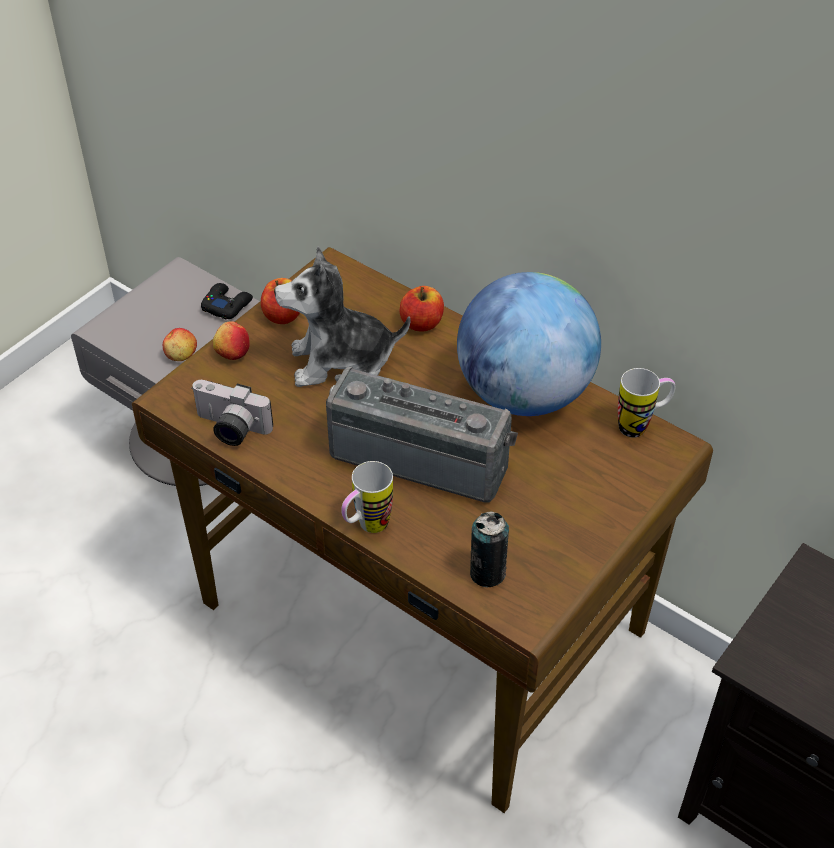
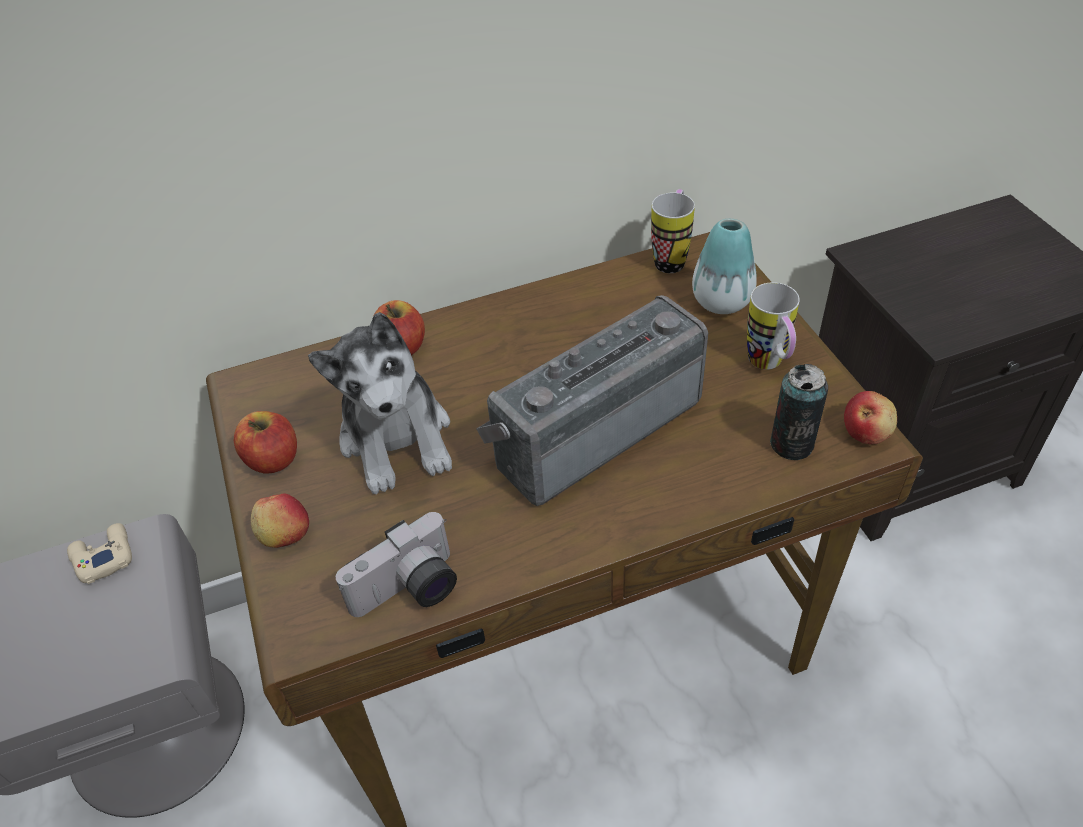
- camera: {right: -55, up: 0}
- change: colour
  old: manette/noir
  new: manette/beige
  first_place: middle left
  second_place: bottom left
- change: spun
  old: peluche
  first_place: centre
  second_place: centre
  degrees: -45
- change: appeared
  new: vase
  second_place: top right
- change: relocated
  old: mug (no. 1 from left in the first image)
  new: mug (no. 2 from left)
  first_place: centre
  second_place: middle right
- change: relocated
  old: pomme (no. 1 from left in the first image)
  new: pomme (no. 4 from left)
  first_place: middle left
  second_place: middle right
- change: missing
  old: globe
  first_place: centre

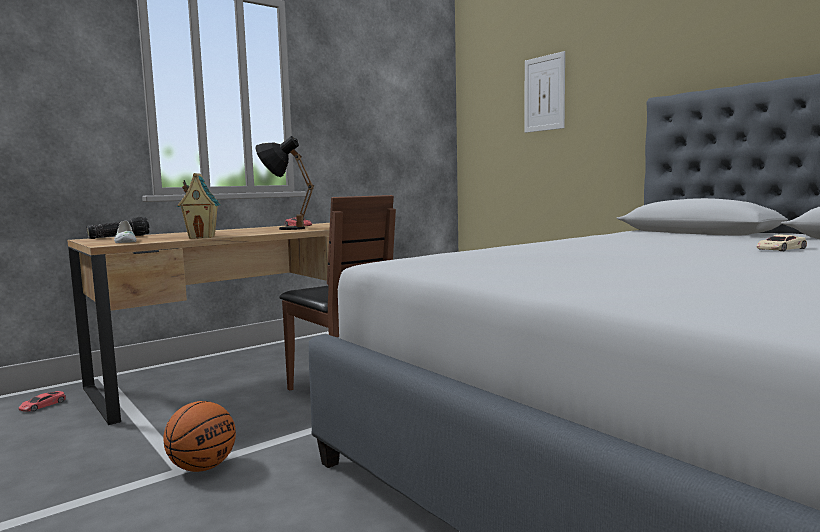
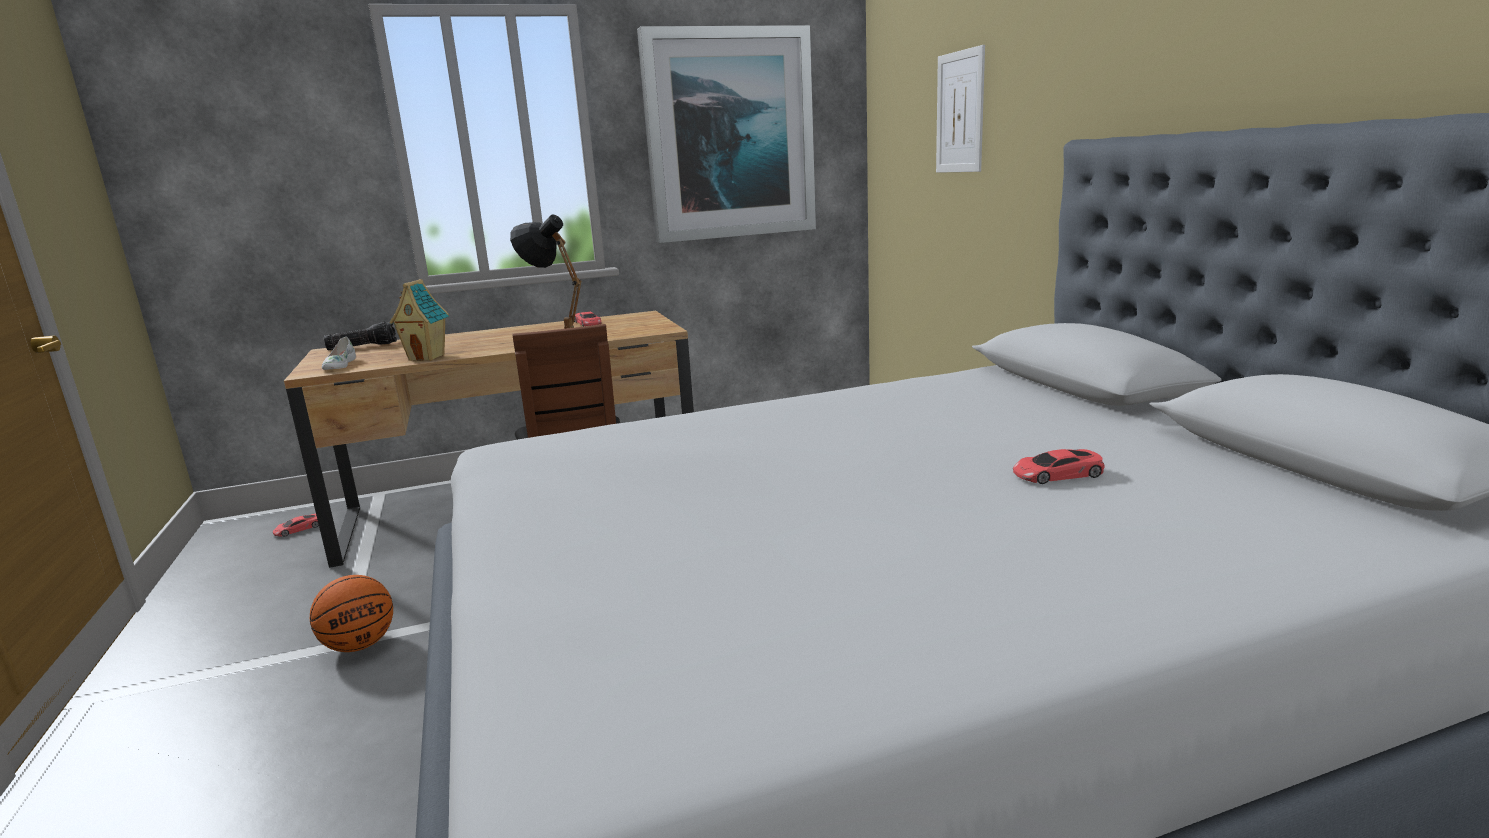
- camera: {right: 20, up: 10}
- change: appeared
  new: tableau (no. 1 from left)
  second_place: top centre
- change: colour
  old: petite voiture/beige
  new: petite voiture/rouge (no. 3 from left)
  first_place: middle right
  second_place: middle right

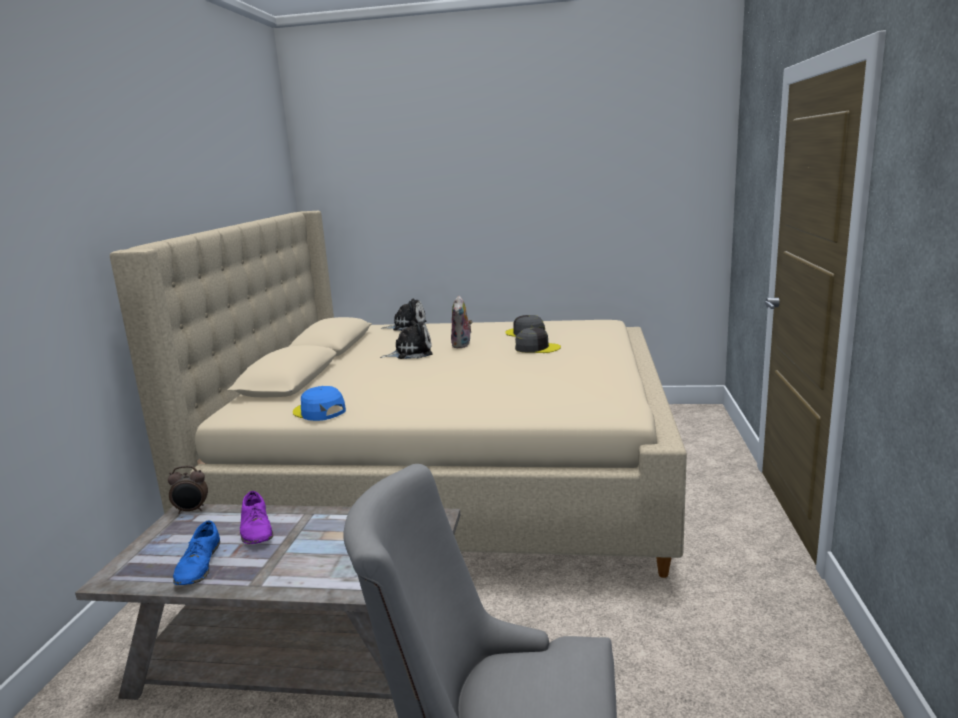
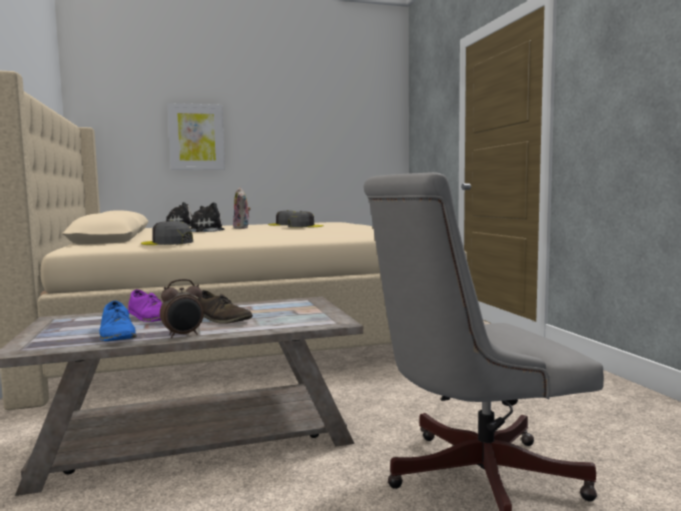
- camera: {right: -25, up: -10}
- change: colour
  old: casquette/bleu
  new: casquette/gris (no. 1 from left)
  first_place: middle left
  second_place: middle left
- change: relocated
  old: réveil
  first_place: bottom left
  second_place: middle left
- change: appeared
  new: tableau
  second_place: top left
- change: appeared
  new: chaussure/marron
  second_place: middle left

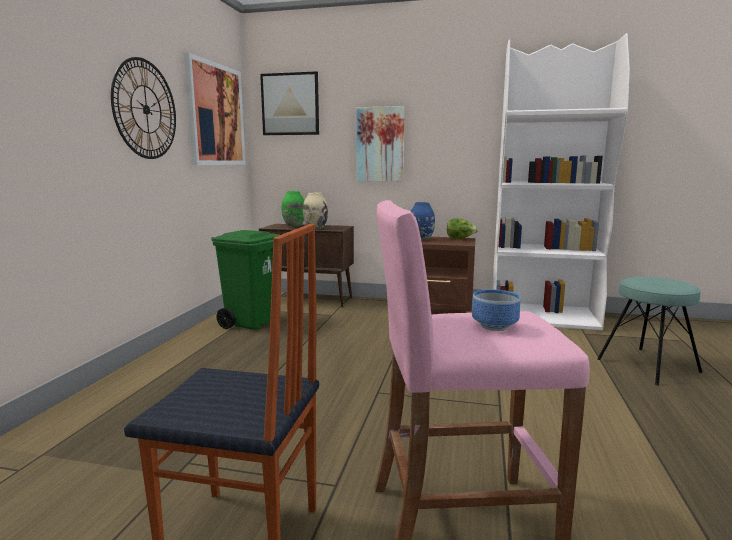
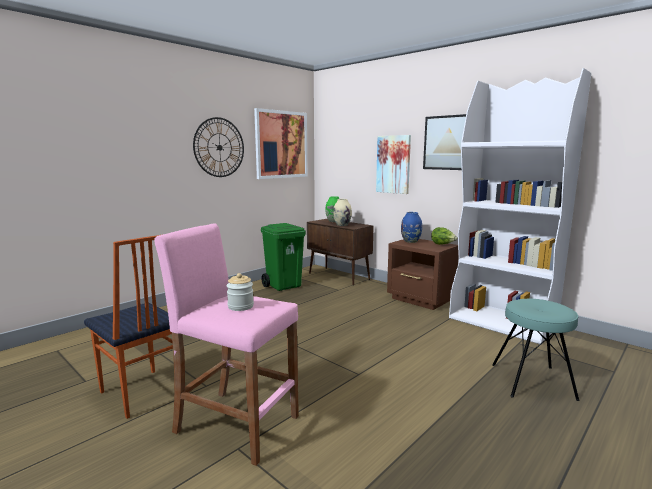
- camera: {right: 30, up: 0}
- change: exchanged
  old: bol
  new: bocal
  first_place: middle right
  second_place: centre
- change: relocated
  old: tableau (no. 2 from left in the first image)
  new: tableau (no. 3 from left)
  first_place: top centre
  second_place: top right

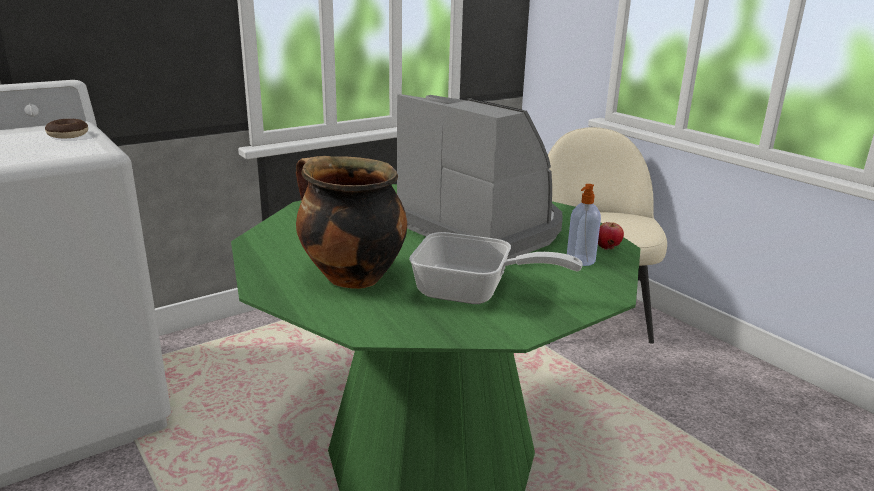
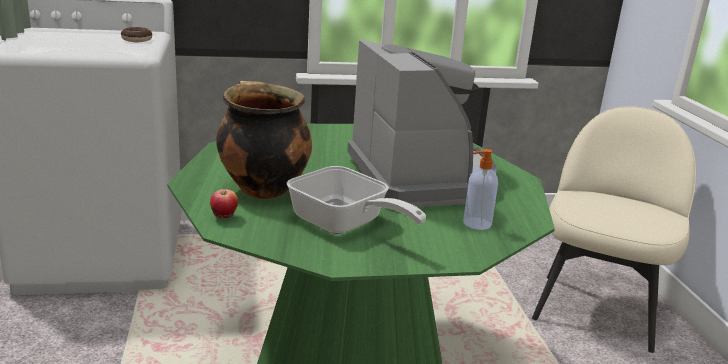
- camera: {right: 25, up: 0}
- change: relocated
  old: pomme
  first_place: middle right
  second_place: middle left

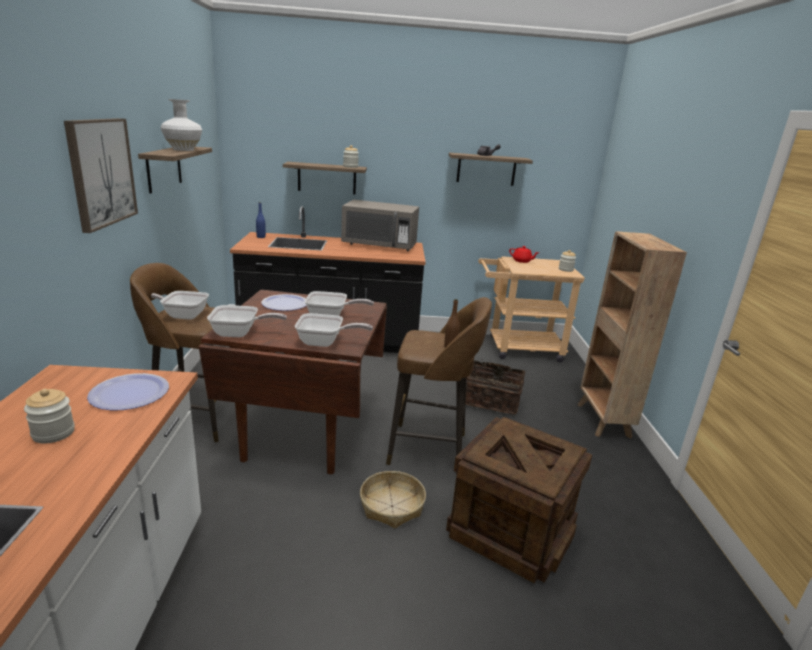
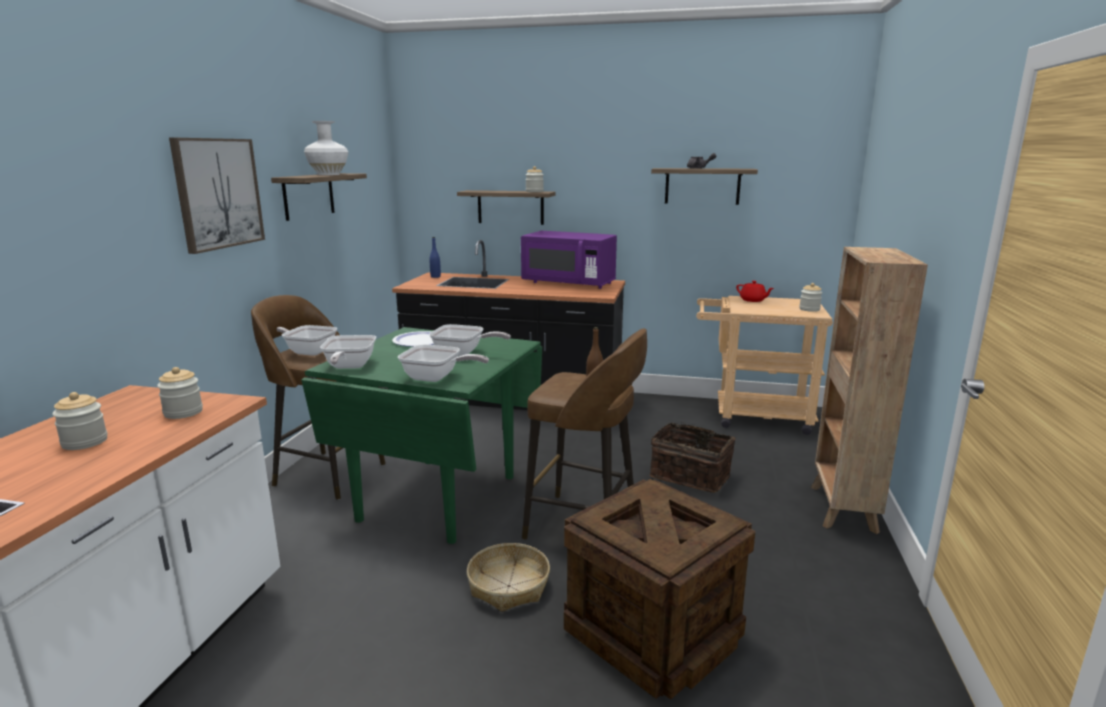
- camera: {right: 15, up: -5}
- change: exchanged
  old: assiette (no. 1 from left)
  new: bocal (no. 2 from left)
  first_place: middle left
  second_place: middle left
- change: colour
  old: table à manger/marron
  new: table à manger/vert
  first_place: centre
  second_place: centre
- change: spun
  old: poêle (no. 2 from left)
  first_place: middle left
  second_place: middle left
  degrees: 75
- change: colour
  old: micro-ondes/gris
  new: micro-ondes/violet
  first_place: centre
  second_place: centre

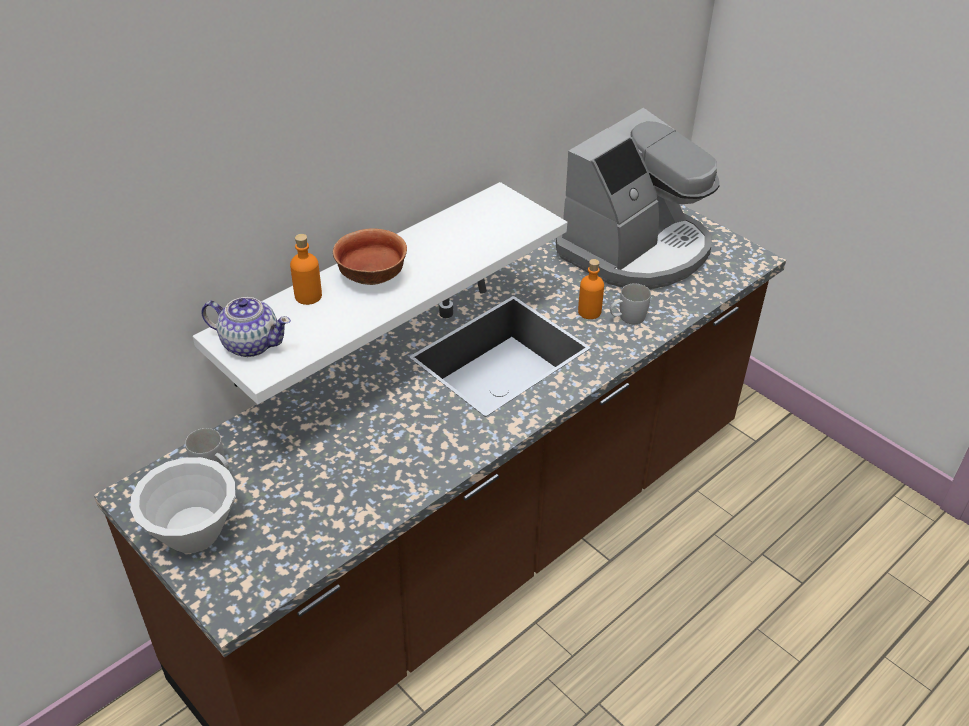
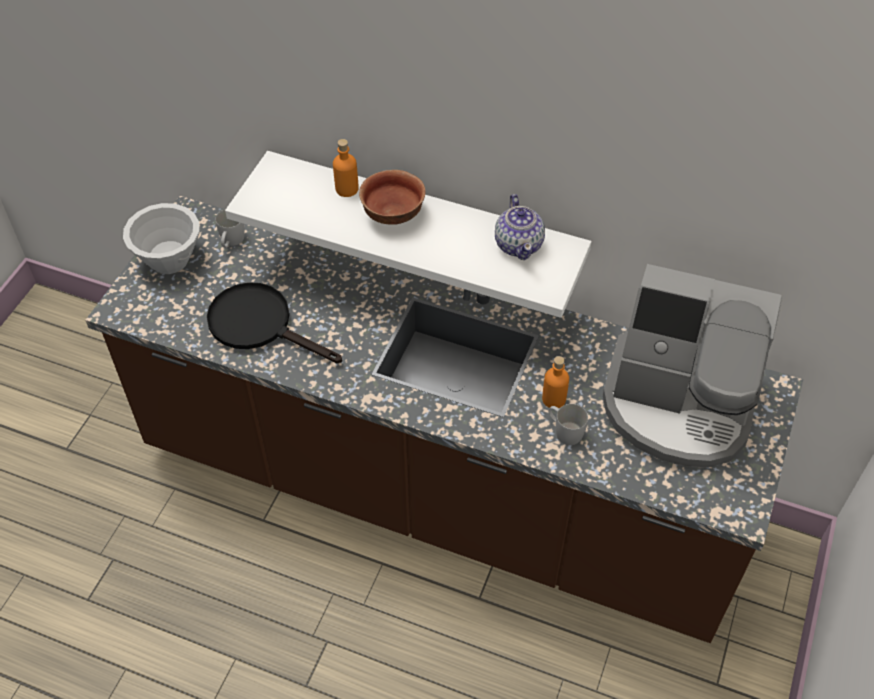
- camera: {right: 65, up: 10}
- change: appeared
  new: poêle/noir
  second_place: middle left
- change: relocated
  old: théière
  first_place: middle left
  second_place: top centre

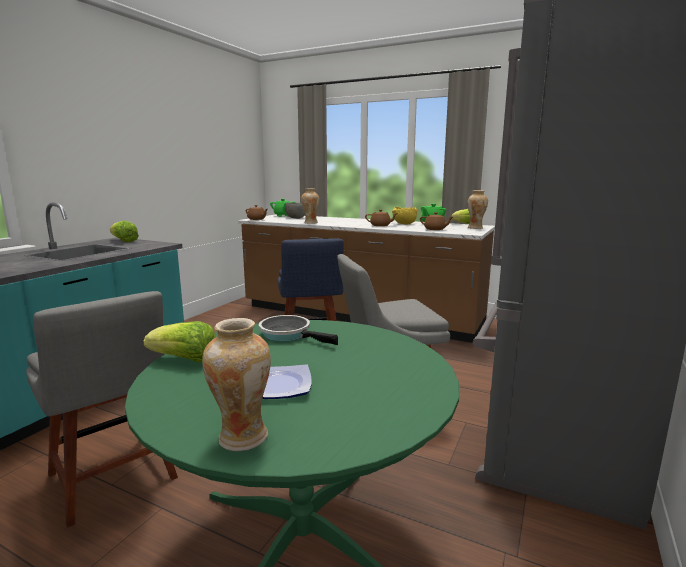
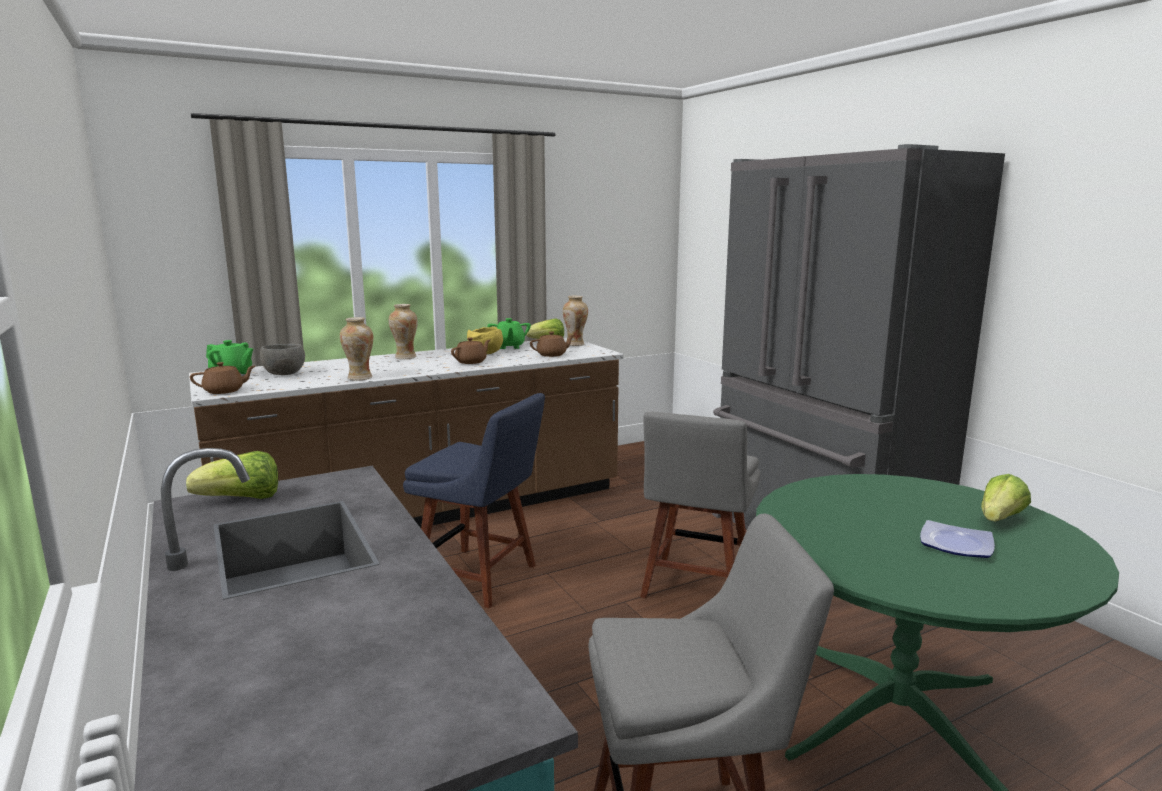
- camera: {right: -55, up: 0}
- change: relocated
  old: vase (no. 1 from left in the first image)
  new: vase (no. 2 from left)
  first_place: bottom centre
  second_place: centre
- change: relocated
  old: laitue (no. 2 from left in the first image)
  new: laitue (no. 3 from left)
  first_place: middle left
  second_place: middle right
- change: missing
  old: poêle
  first_place: centre

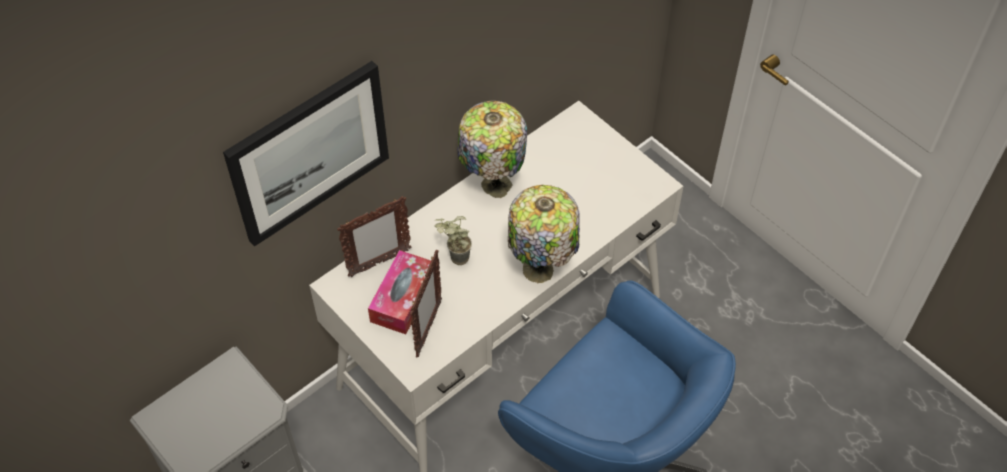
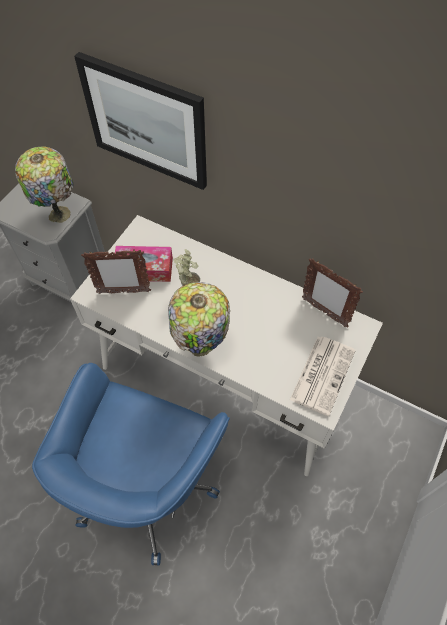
- camera: {right: 70, up: 5}
- change: relocated
  old: lampe de table (no. 1 from left)
  first_place: top centre
  second_place: top left
- change: appeared
  new: journal
  second_place: middle right
- change: relocated
  old: cadre photo (no. 1 from left in the first image)
  new: cadre photo (no. 2 from left)
  first_place: centre
  second_place: middle right

